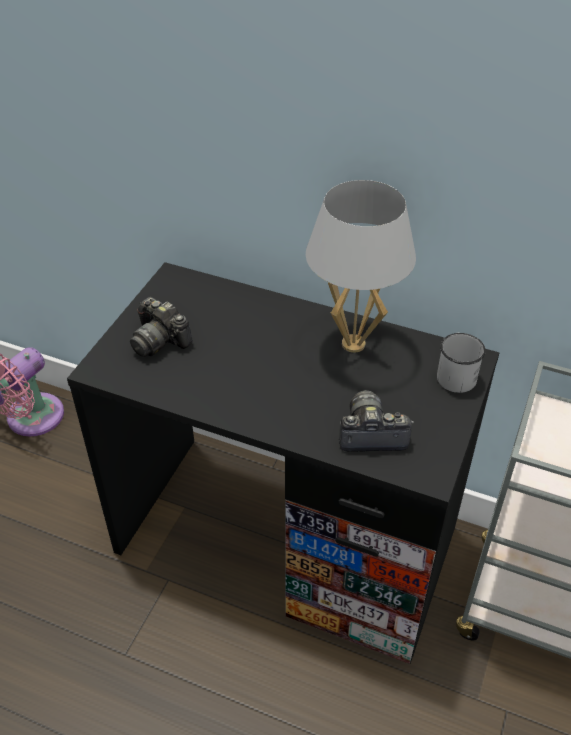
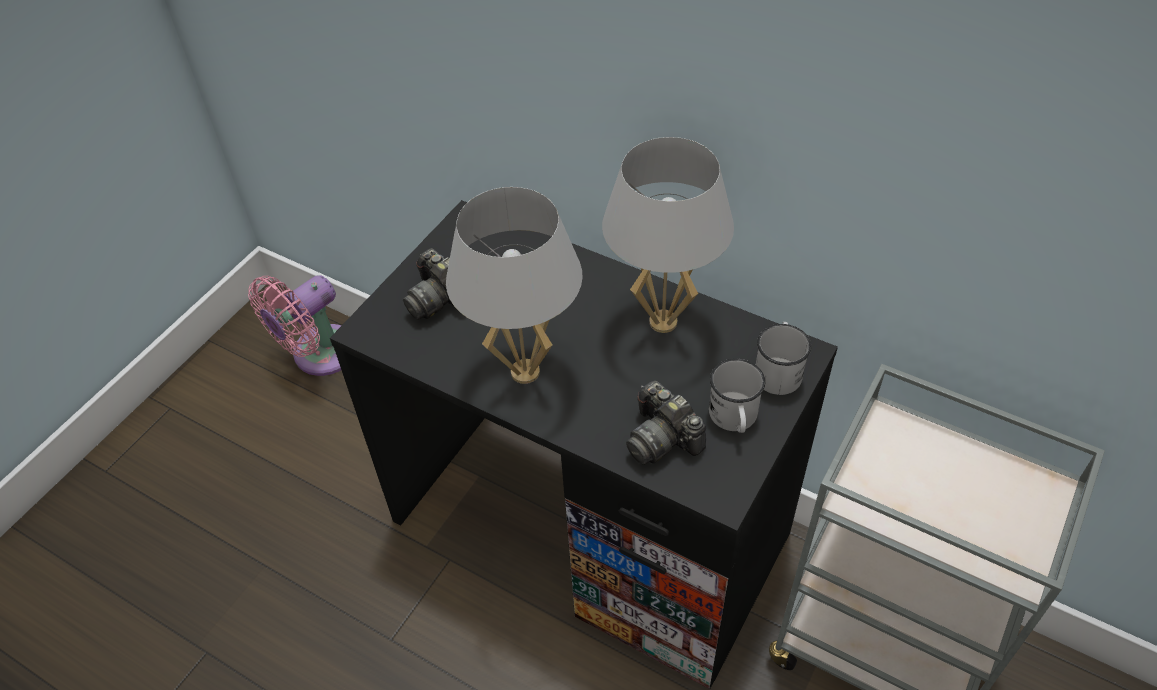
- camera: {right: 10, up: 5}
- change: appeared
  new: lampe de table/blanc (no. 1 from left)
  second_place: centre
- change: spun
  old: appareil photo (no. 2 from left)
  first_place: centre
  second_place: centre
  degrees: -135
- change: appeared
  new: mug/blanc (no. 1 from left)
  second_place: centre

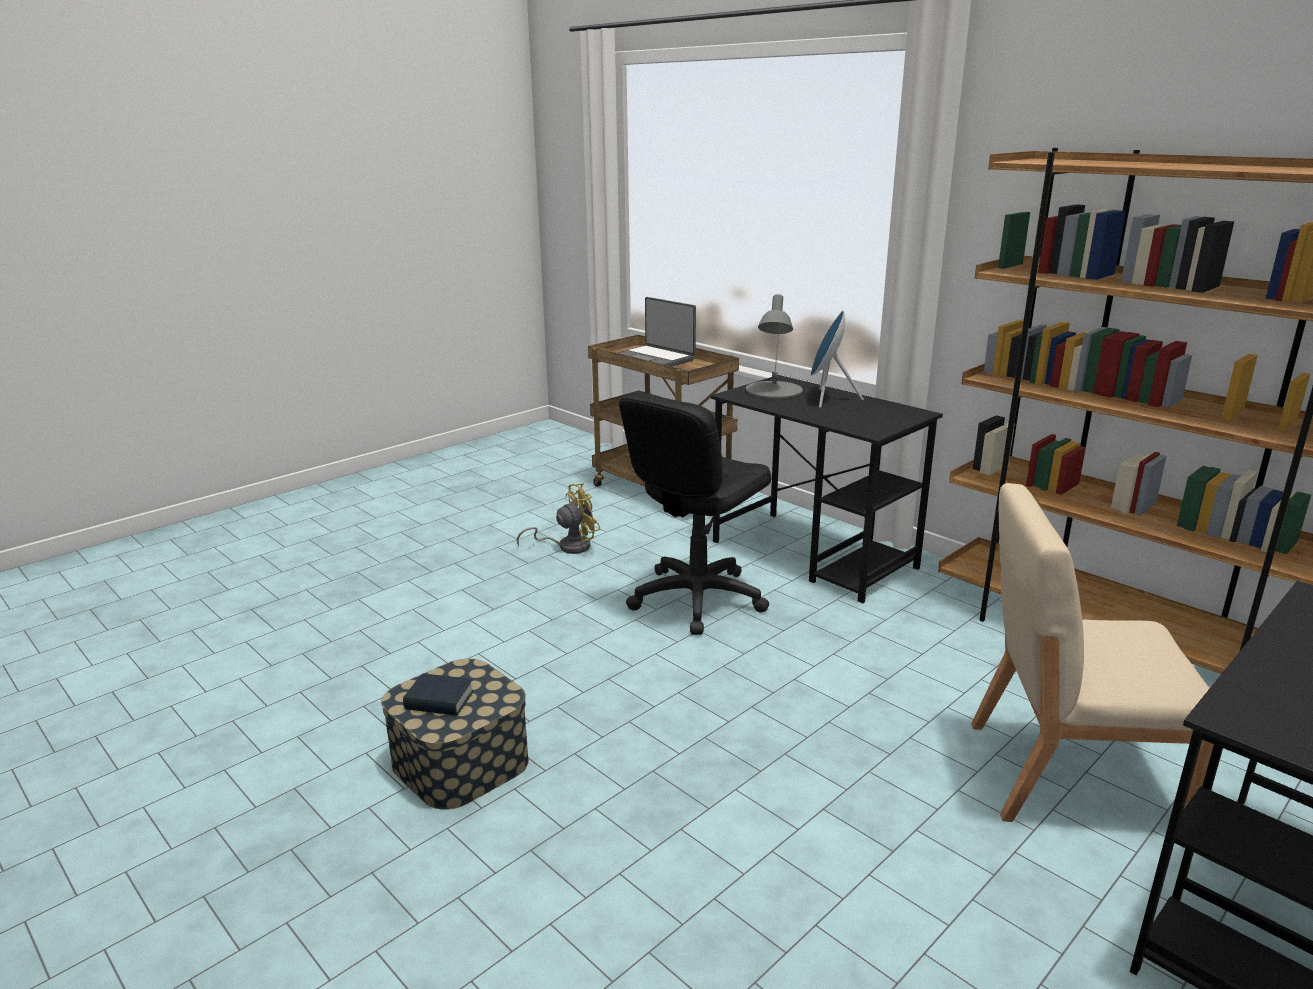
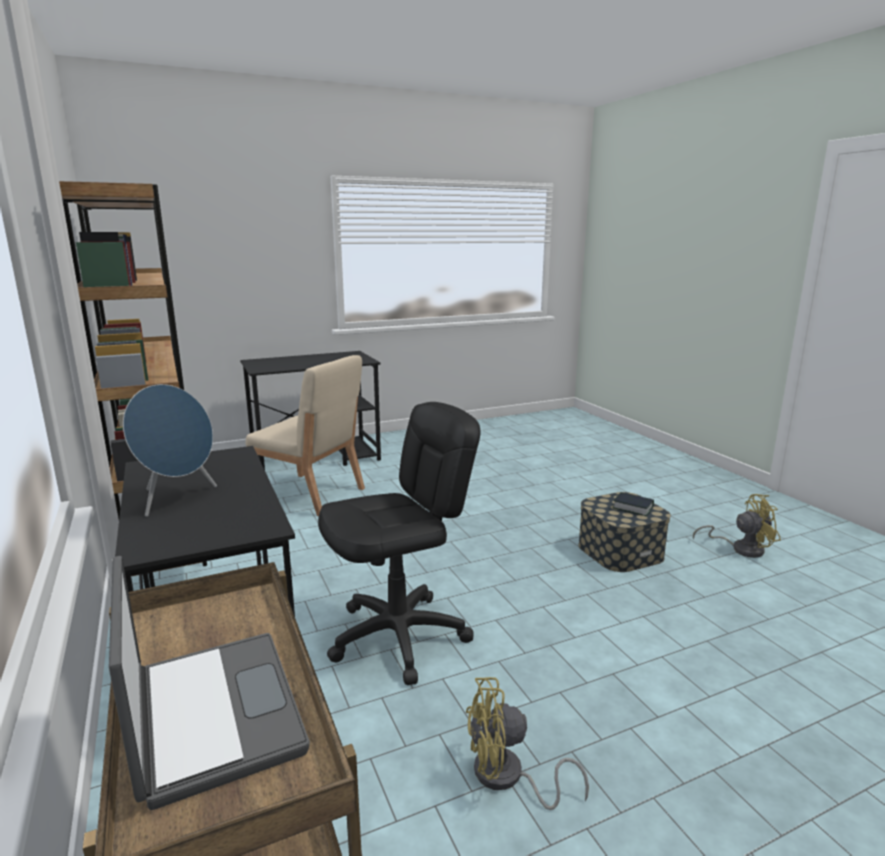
- camera: {right: -160, up: -5}
- change: appeared
  new: ventilateur/jaune (no. 2 from left)
  second_place: middle right
- change: missing
  old: lampe de table/gris
  first_place: centre

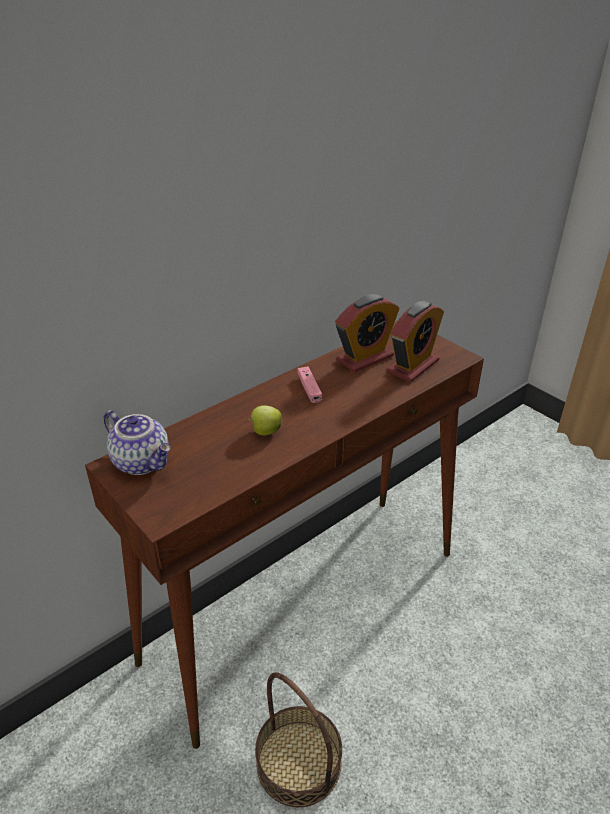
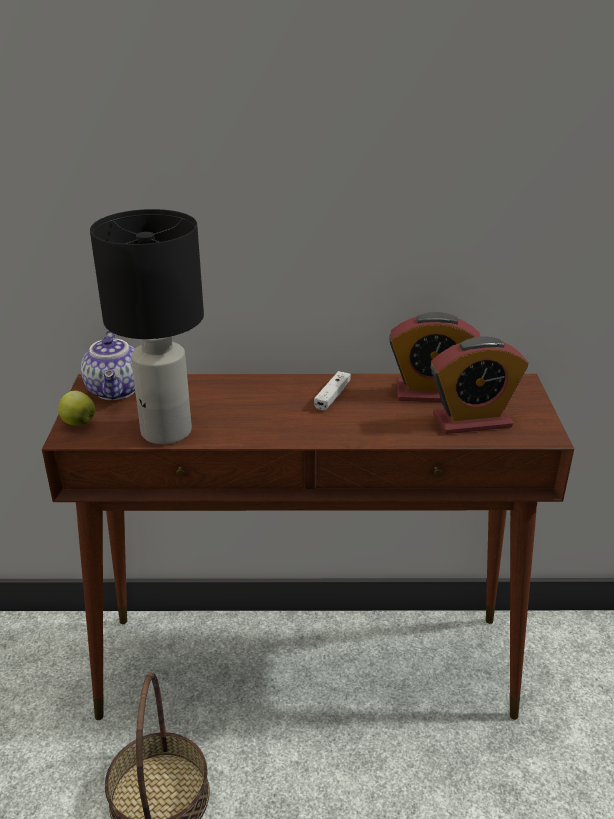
- camera: {right: 40, up: -5}
- change: relocated
  old: pomme
  first_place: centre
  second_place: middle left
- change: appeared
  new: lampe de table/noir
  second_place: middle left
- change: colour
  old: manette/rose
  new: manette/blanc
  first_place: centre
  second_place: centre

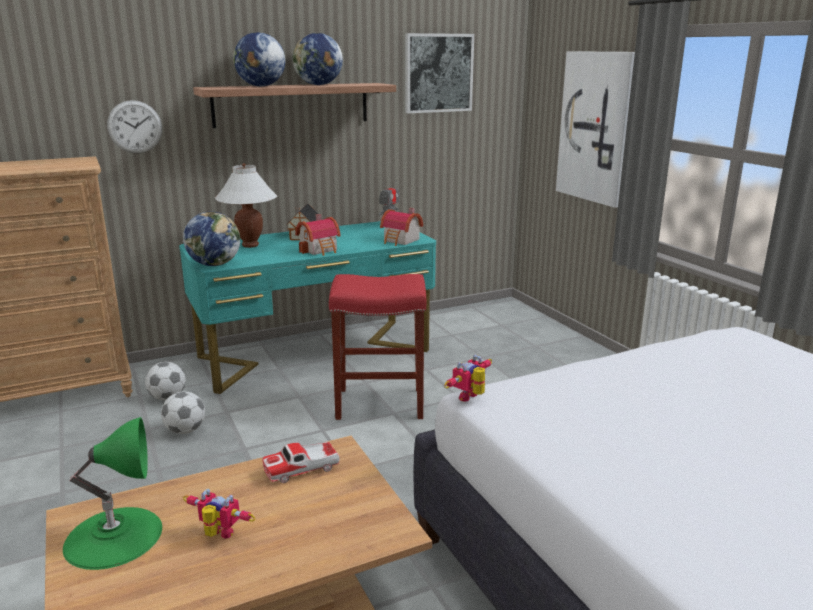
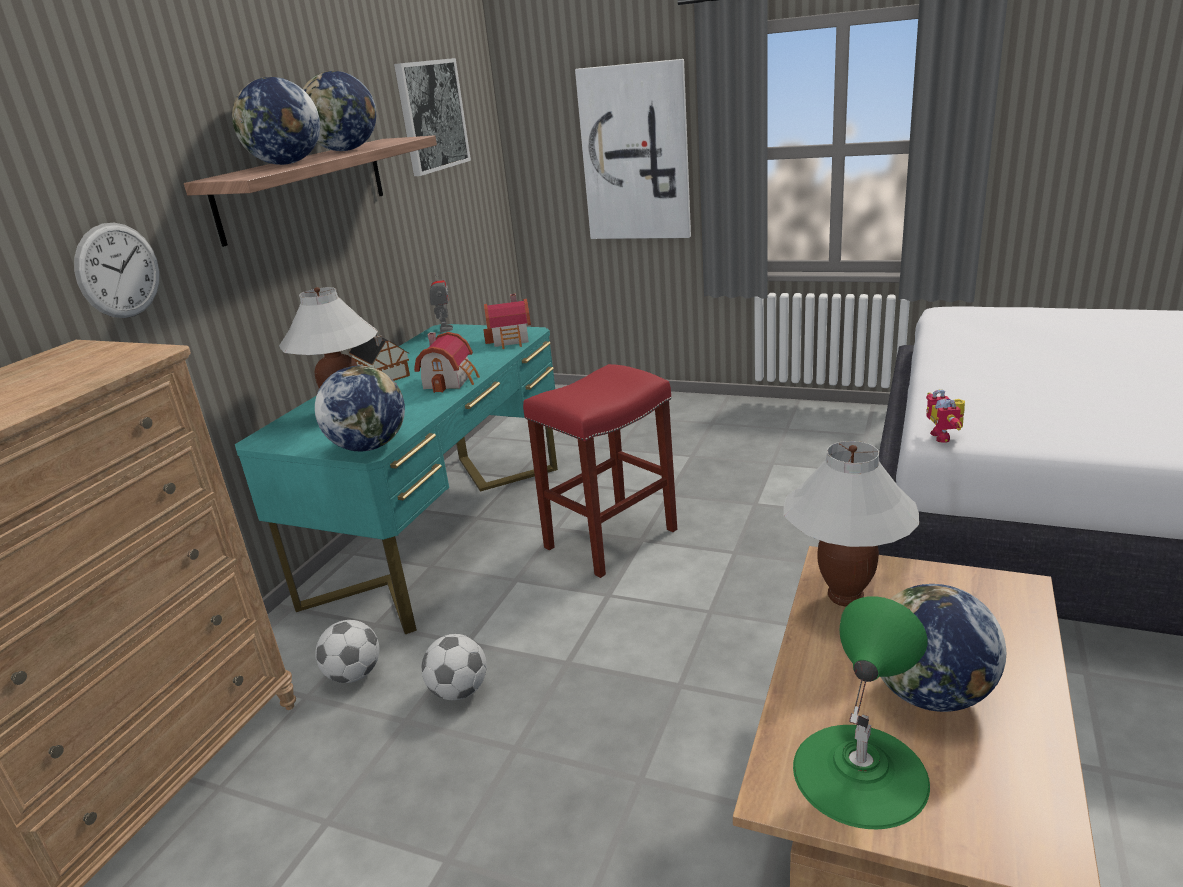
- camera: {right: -40, up: 5}
- change: exchanged
  old: petite voiture
  new: lampe de table/blanc (no. 2 from left)
  first_place: bottom centre
  second_place: middle right
- change: exchanged
  old: robot jouet (no. 1 from left)
  new: globe (no. 4 from left)
  first_place: bottom left
  second_place: bottom right

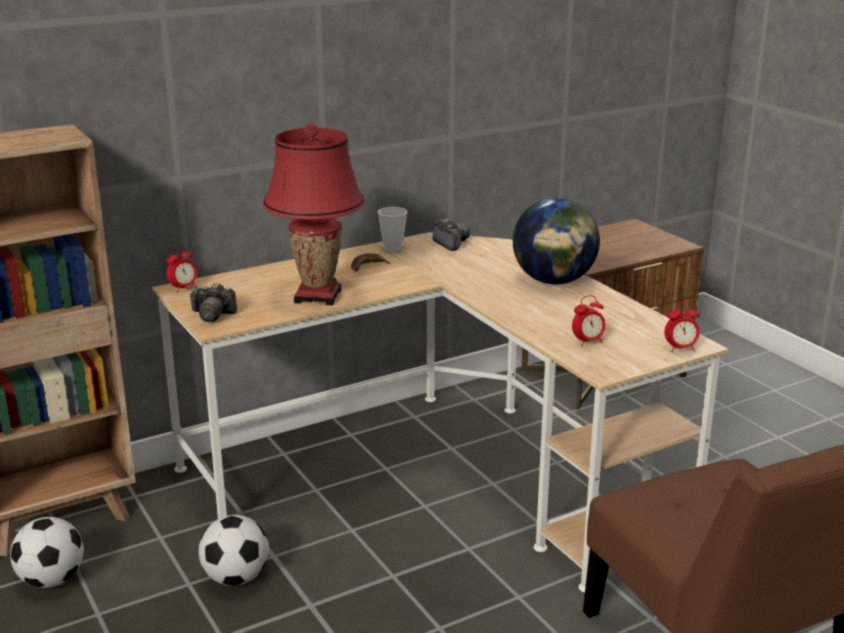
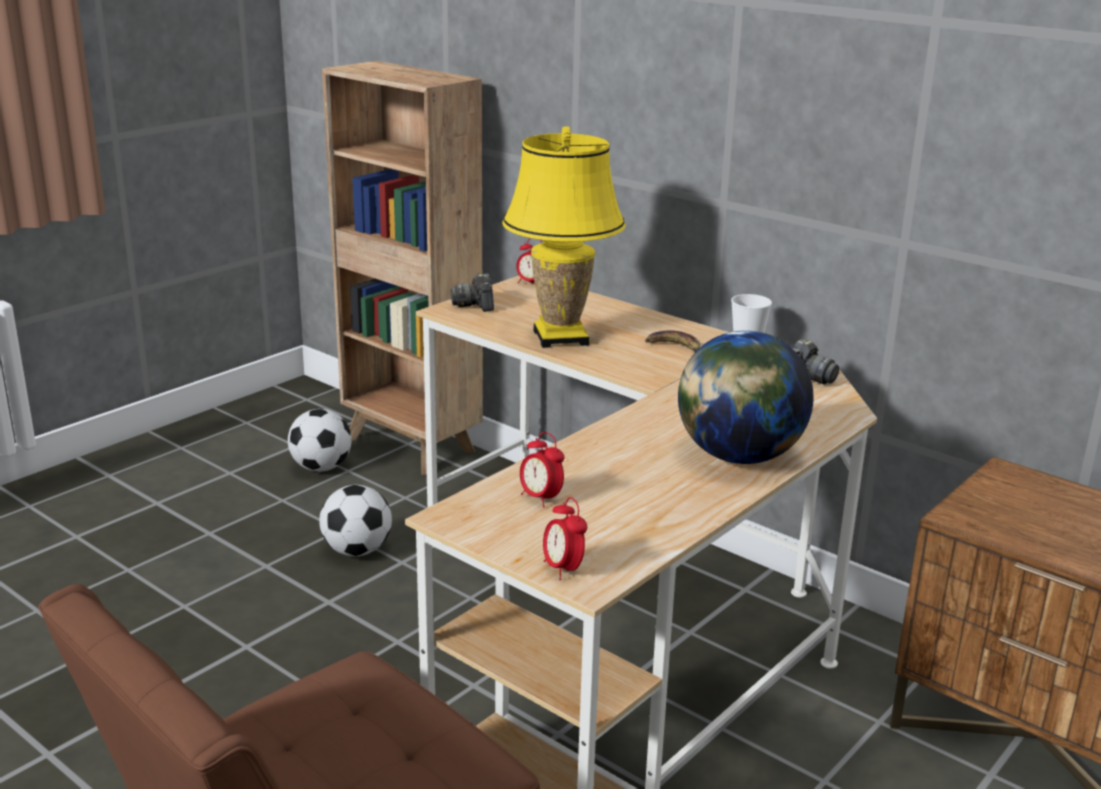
- camera: {right: 70, up: 0}
- change: colour
  old: lampe de table/rouge
  new: lampe de table/jaune
  first_place: centre
  second_place: top centre

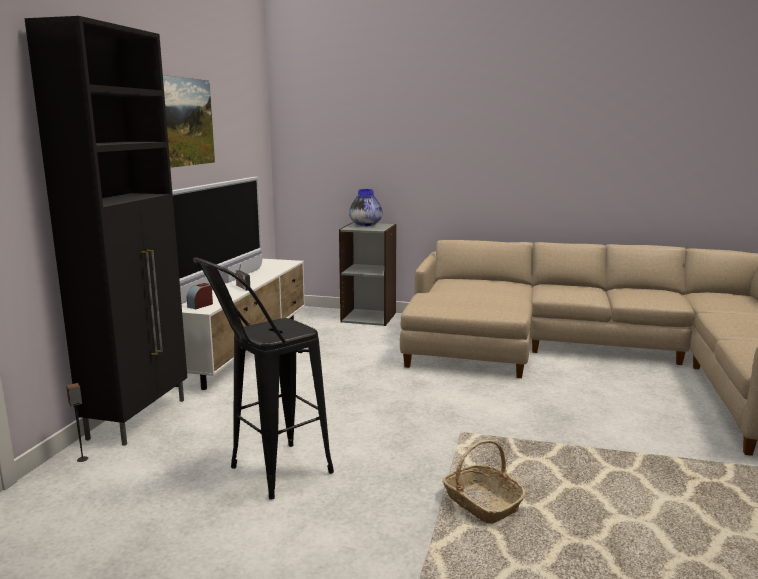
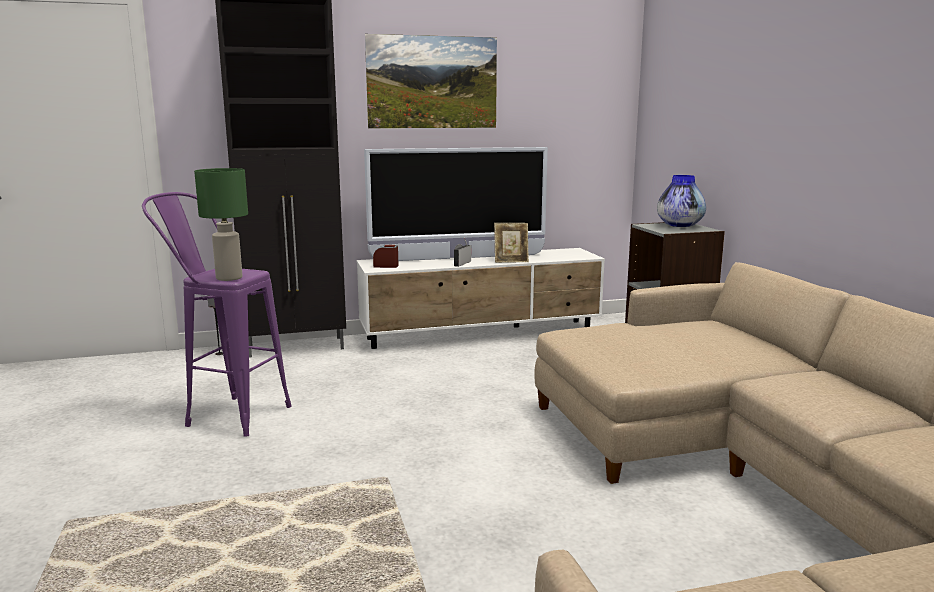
- camera: {right: 60, up: 0}
- change: colour
  old: tabouret/noir
  new: tabouret/violet
  first_place: centre
  second_place: middle left
- change: appeared
  new: lampe de table/vert
  second_place: middle left
- change: appeared
  new: cadre photo
  second_place: centre
- change: missing
  old: panier
  first_place: bottom centre

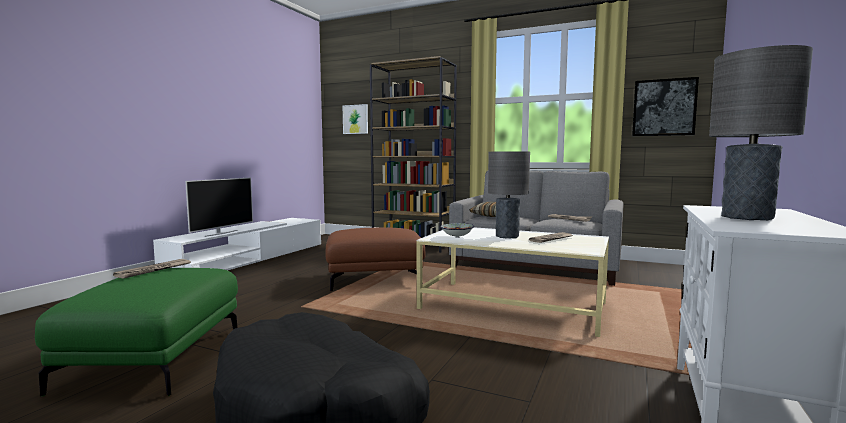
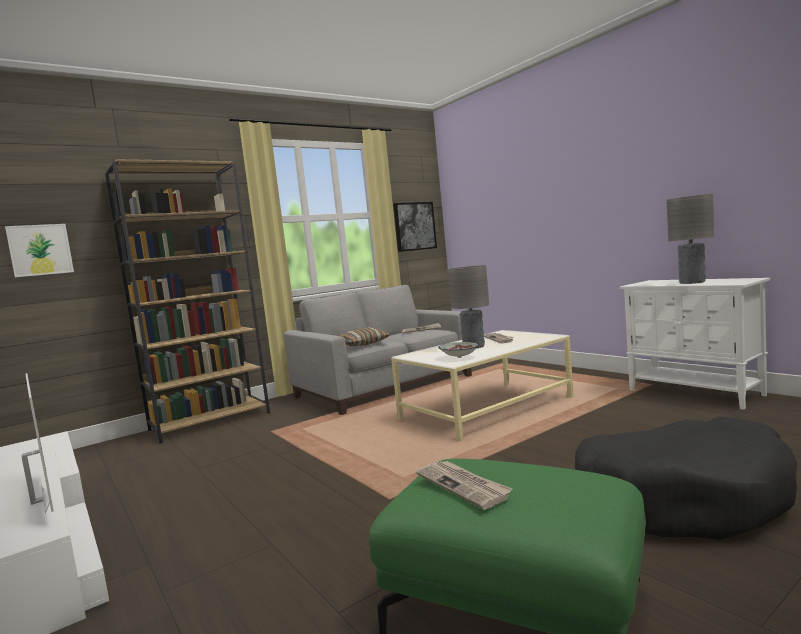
- camera: {right: -60, up: 0}
- change: missing
  old: pouf/marron
  first_place: centre

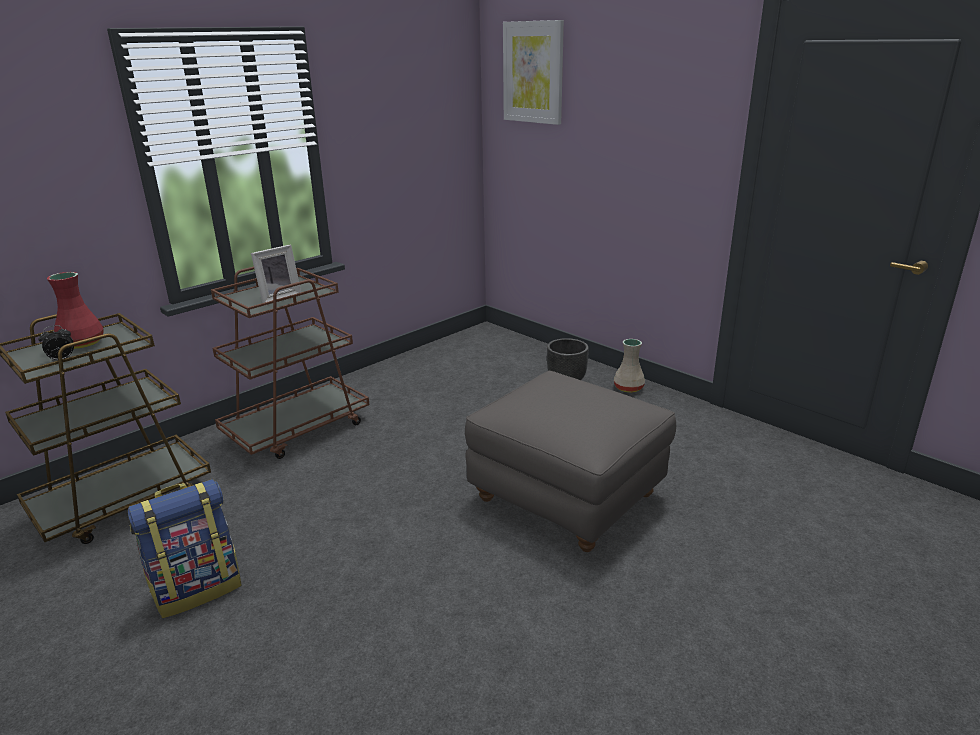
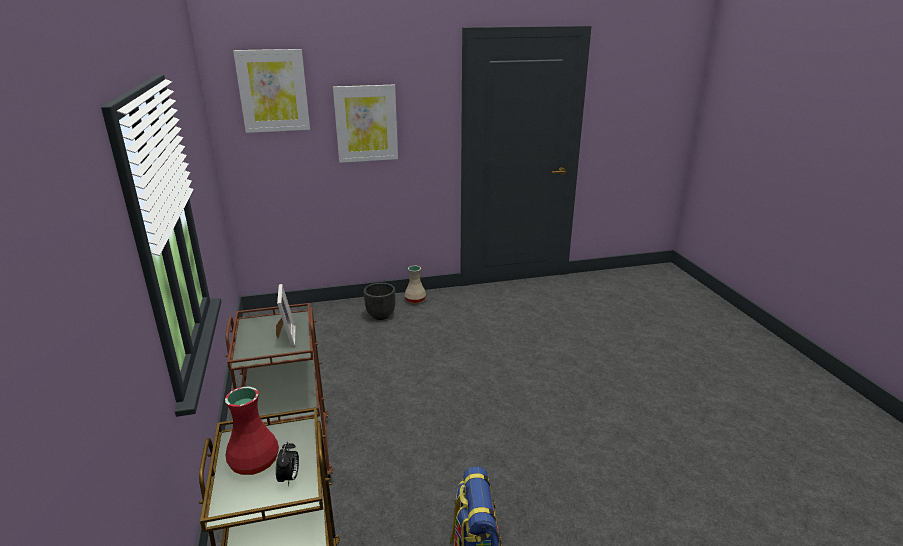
- camera: {right: -60, up: 0}
- change: appeared
  new: tableau (no. 2 from left)
  second_place: top centre
- change: missing
  old: pouf/gris
  first_place: centre

